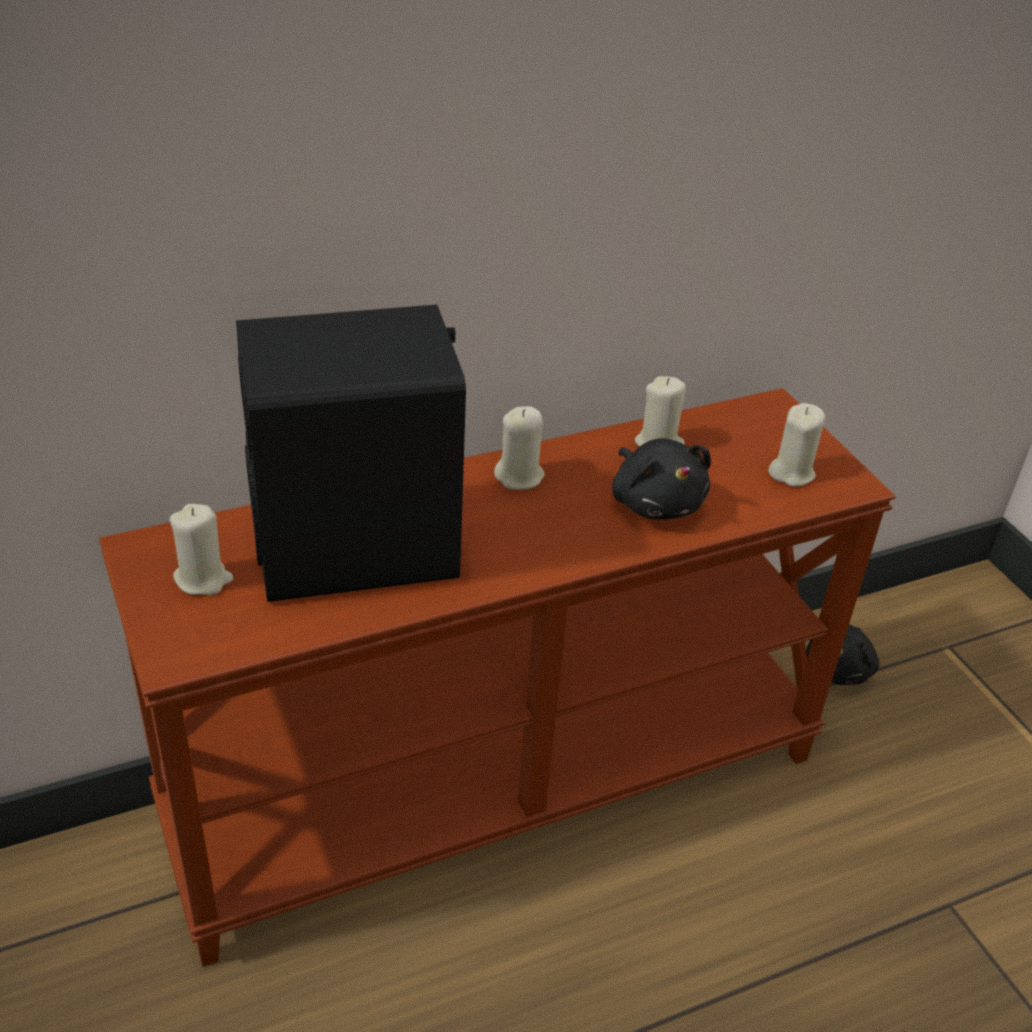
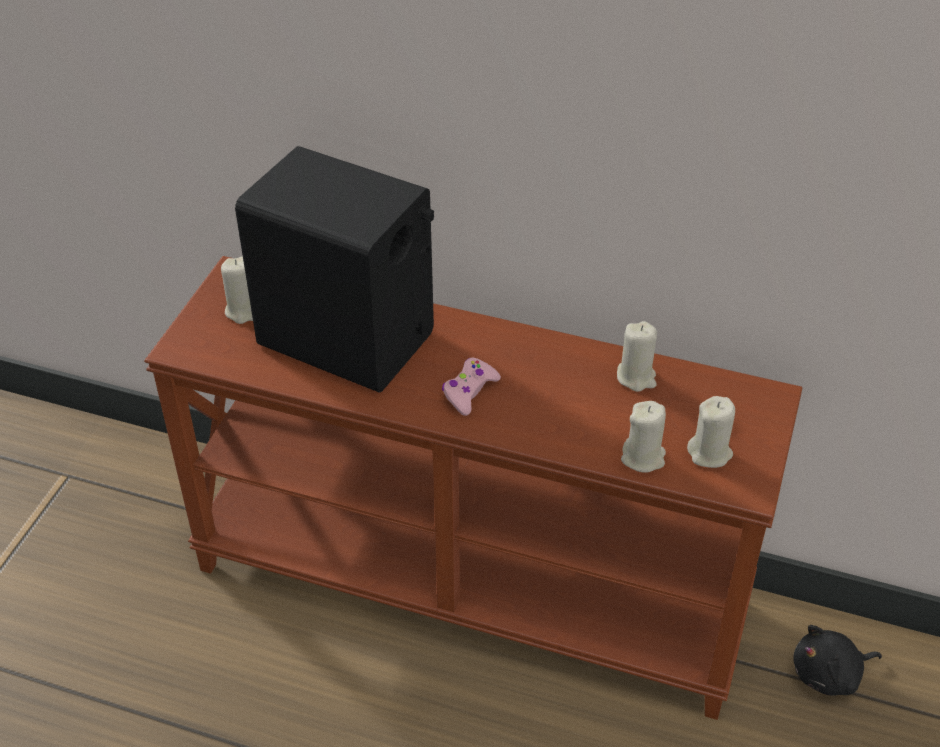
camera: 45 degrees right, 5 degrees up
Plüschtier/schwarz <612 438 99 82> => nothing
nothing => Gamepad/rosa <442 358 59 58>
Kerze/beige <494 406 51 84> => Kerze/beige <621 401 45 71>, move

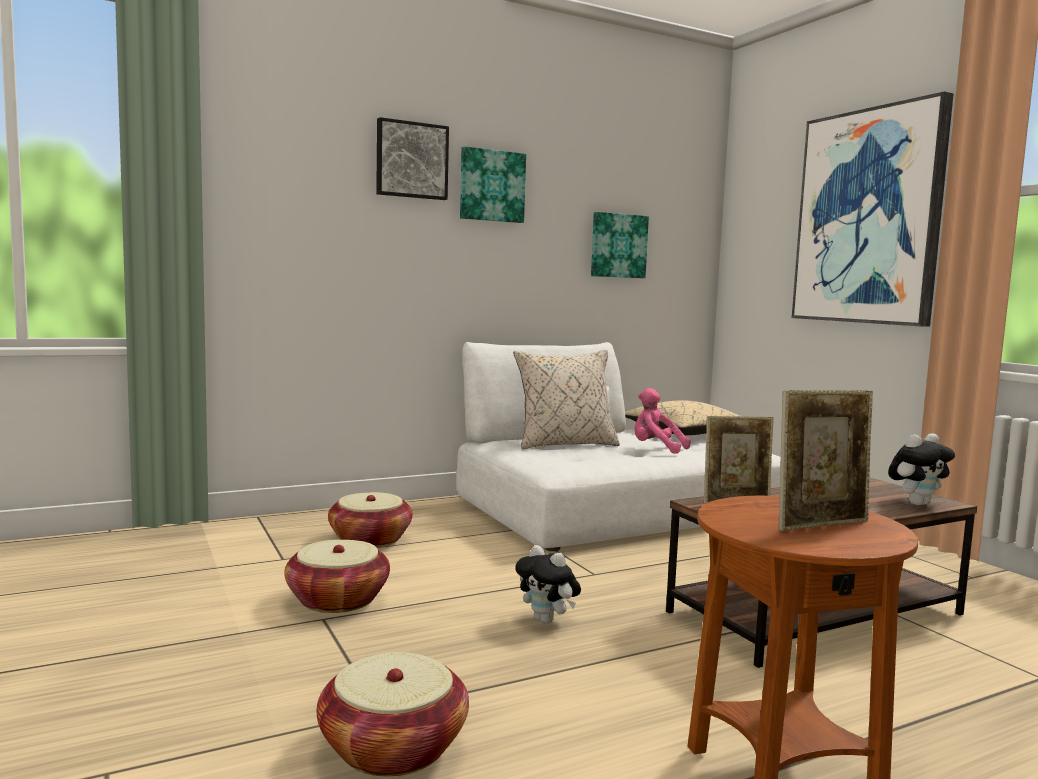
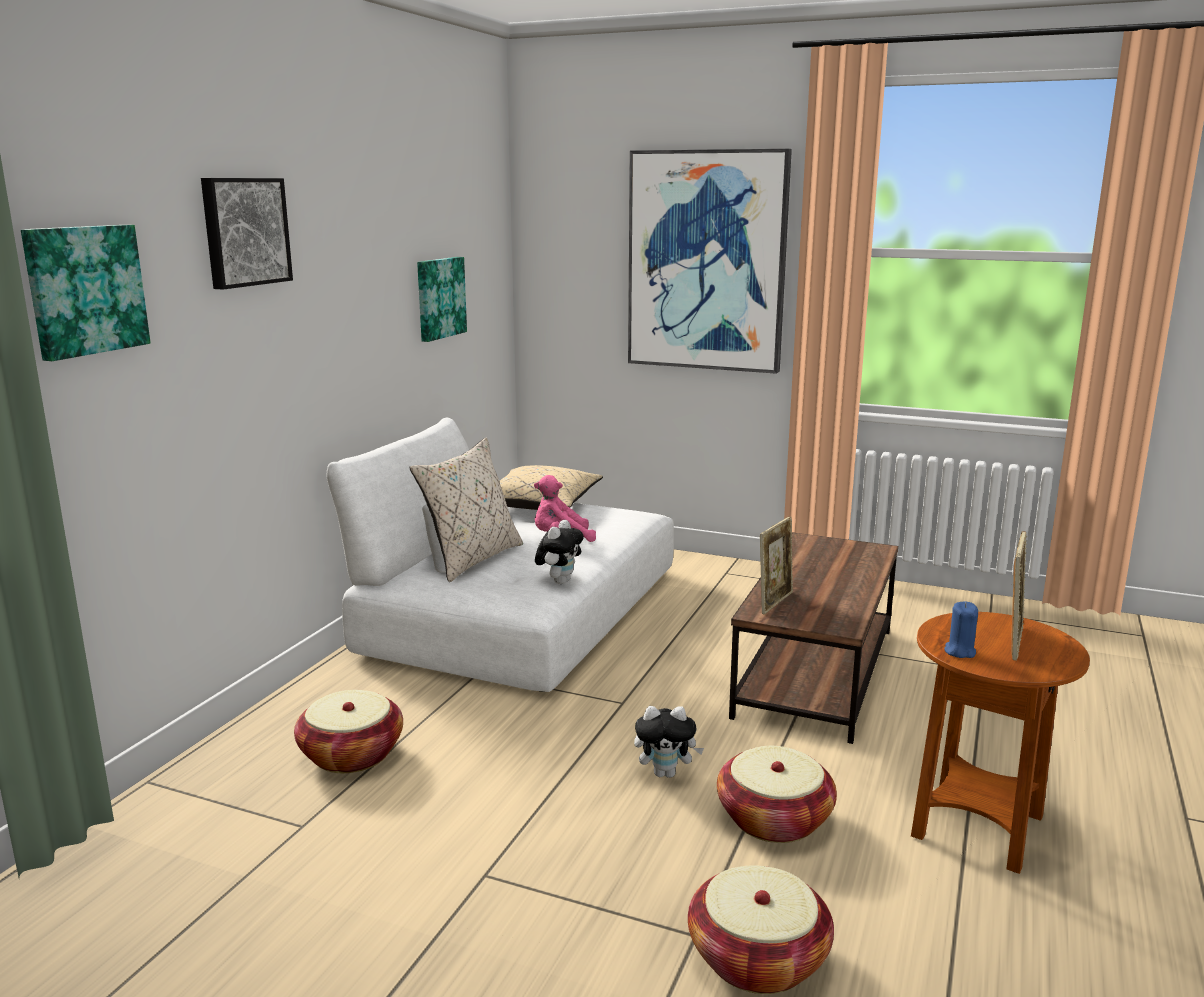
camera: 40 degrees left, 10 degrees up
nothing => Kerze/blau <944 601 34 57>
Korb <284 540 106 73> => Korb <717 746 120 97>, move
Bild <460 146 66 77> => Bild <21 225 130 136>, move
Plüschtier <888 433 67 72> => Plüschtier <535 520 49 64>, move

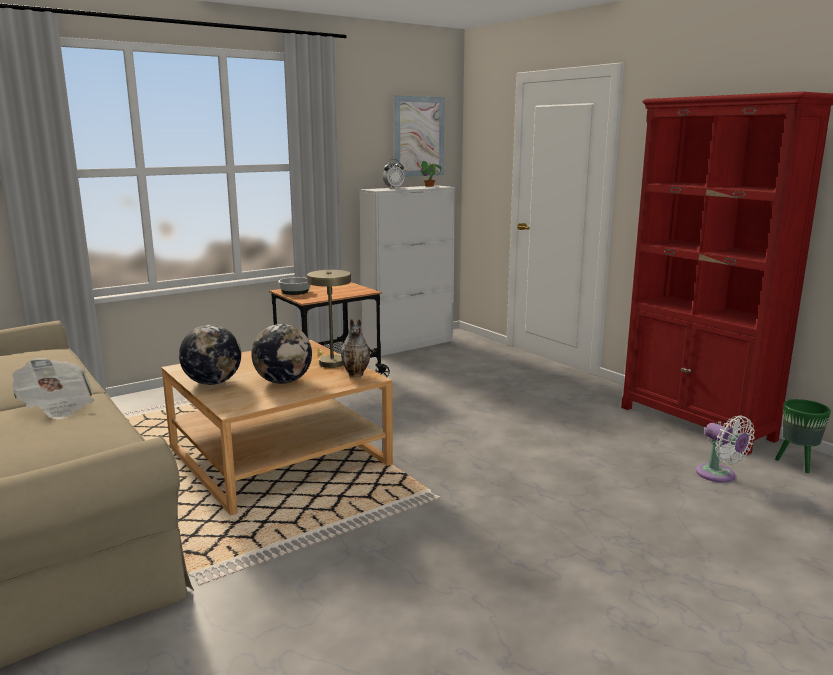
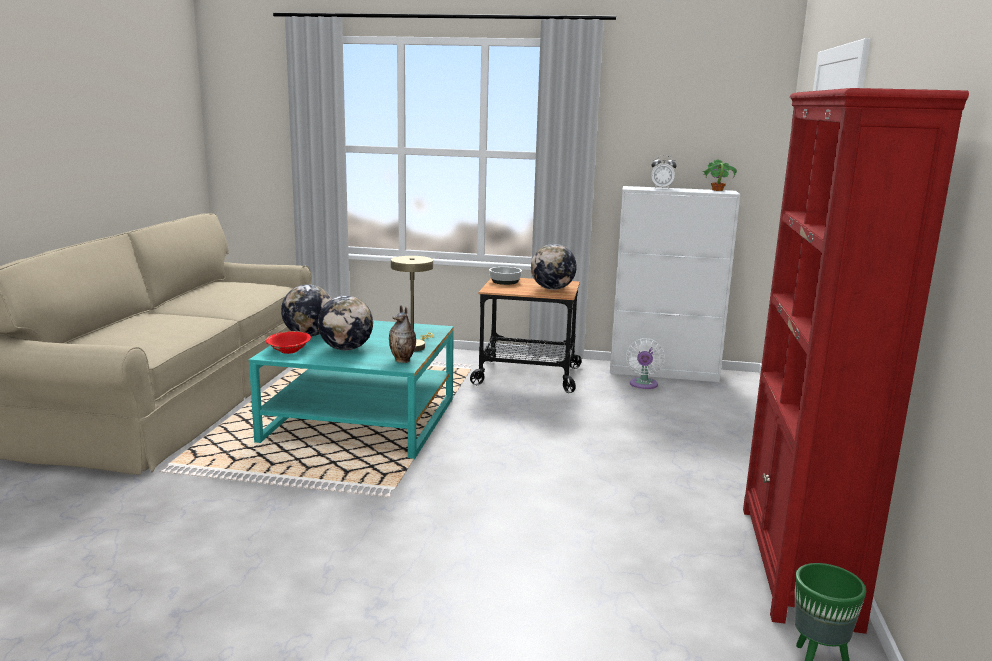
camera: 45 degrees right, 0 degrees up
Zeitung <12 358 82 61> => nothing
Bild <394 95 50 82> => nothing
nothing => Schüssel/rot <265 331 46 23>
nothing => Globus <531 244 46 46>
Ventilator/weiß <696 415 59 68> => Ventilator/weiß <626 338 39 51>, move
Couchtisch/beige <161 340 232 176> => Couchtisch/türkis <249 320 205 140>

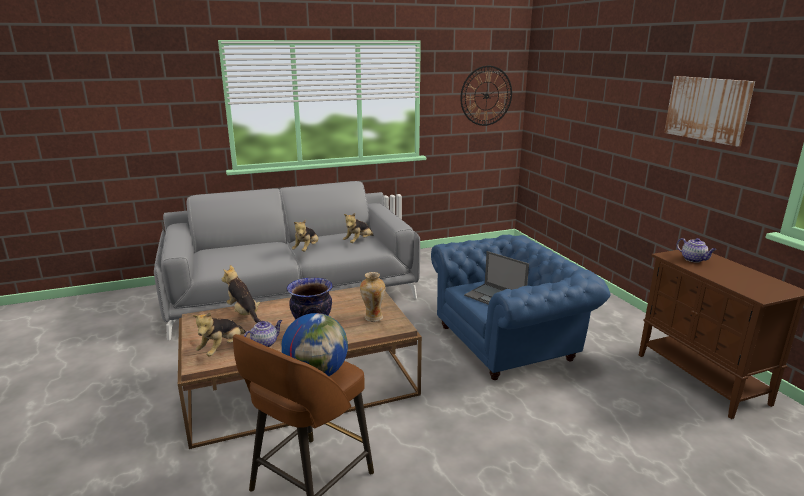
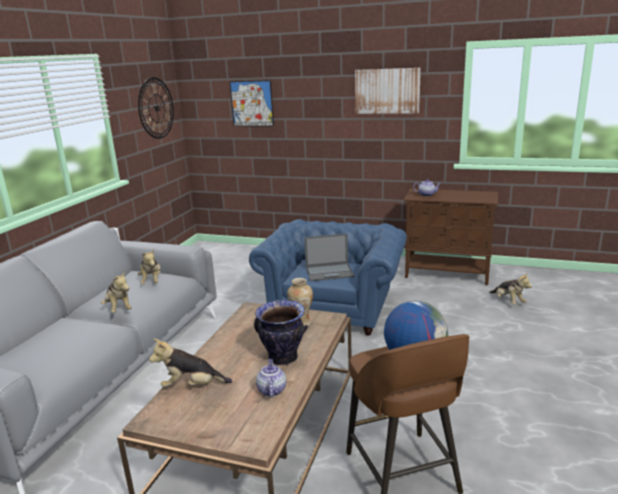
camera: 50 degrees left, 0 degrees up
nothing => Bild <230 80 44 46>
Plüschtier <192 312 54 44> => Plüschtier <489 273 43 32>, move

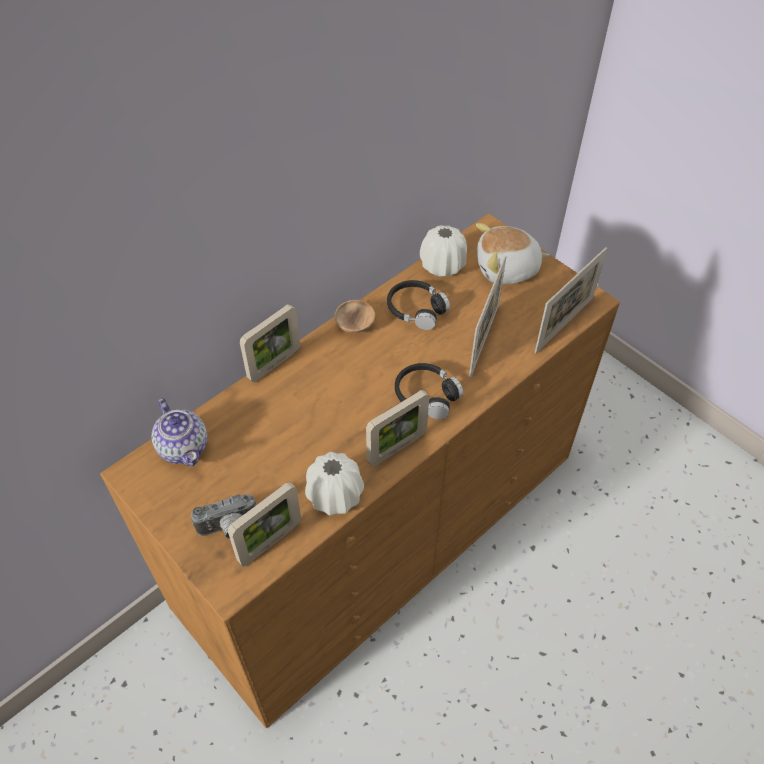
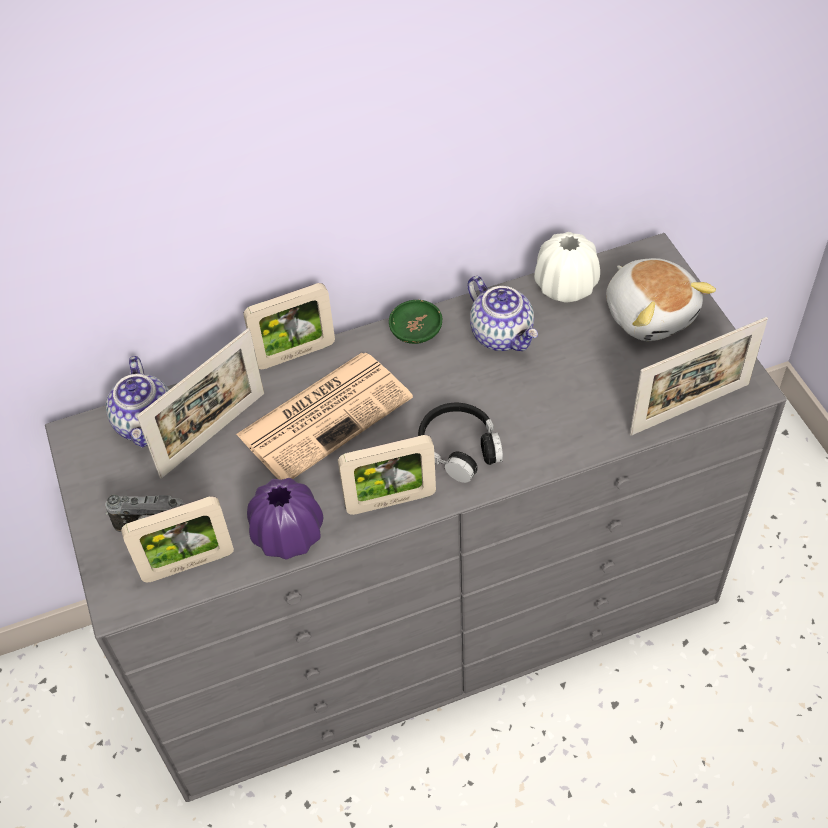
camera: 25 degrees right, 0 degrees up
nothing => Zeitung <236 353 177 127>
Bilderrahmen <469 256 38 122> => Bilderrahmen <137 328 127 151>, move
Kopfhörer/schwarz <387 280 63 50> => Teekanne <468 276 70 75>
Kommode/braun <100 214 520 514> => Kommode/grau <45 233 742 569>
Vase/weiß <305 452 59 64> => Vase/lila <247 478 76 82>
Schüssel/braun <334 300 41 33> => Schüssel/grün <389 300 53 44>
Plüschtier <476 223 73 61> => Plüschtier <606 258 110 83>, 135 degrees counterclockwise

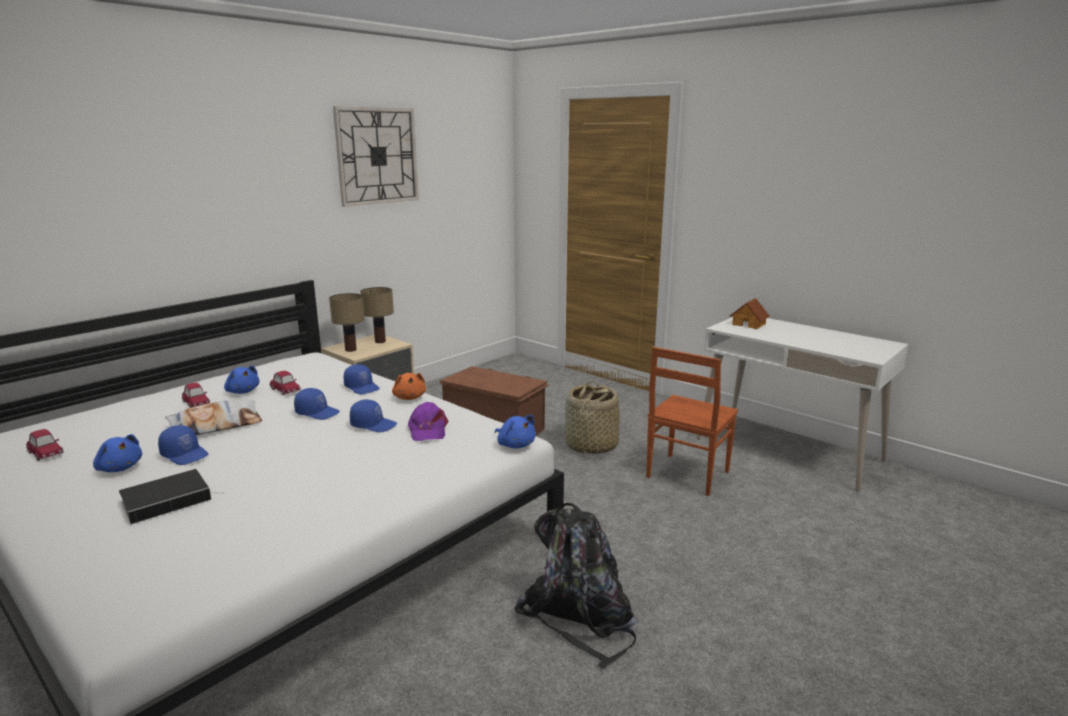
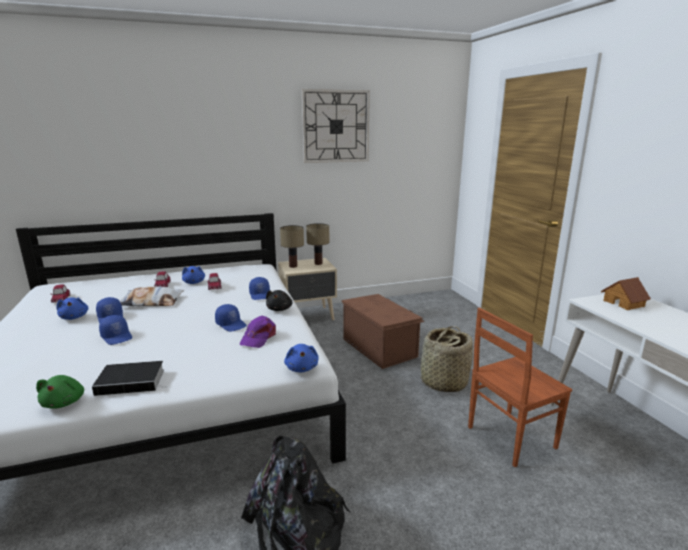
camera: 30 degrees right, 0 degrees up
nothing => Plüschtier/grün <36 375 48 34>
Buch <119 469 106 55> => Buch <92 361 73 35>, move
Kappe/blau <294 388 46 32> => Kappe/blau <99 315 33 30>, move
Plüschtier/orange <392 373 34 27> => Plüschtier/schwarz <266 290 27 21>

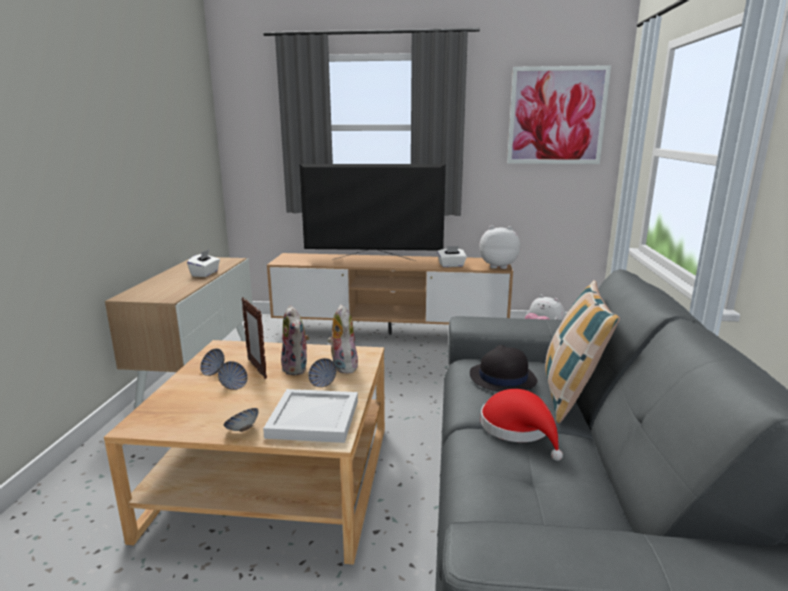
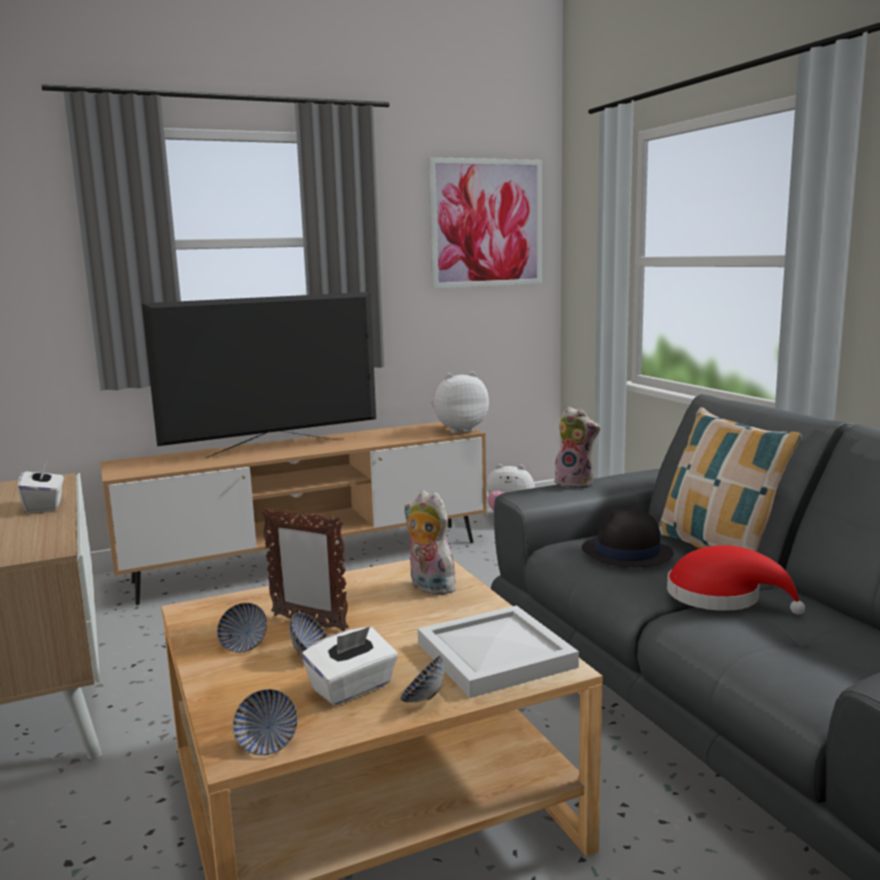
camera: 30 degrees left, 5 degrees down
Plüschtier <281 305 29 70> => Plüschtier <554 406 46 83>, move
Schüssel <308 358 28 29> => Schüssel <233 689 65 66>, move
Taschentuchbox/weiß <437 246 30 21> => Taschentuchbox/weiß <302 627 96 79>, move

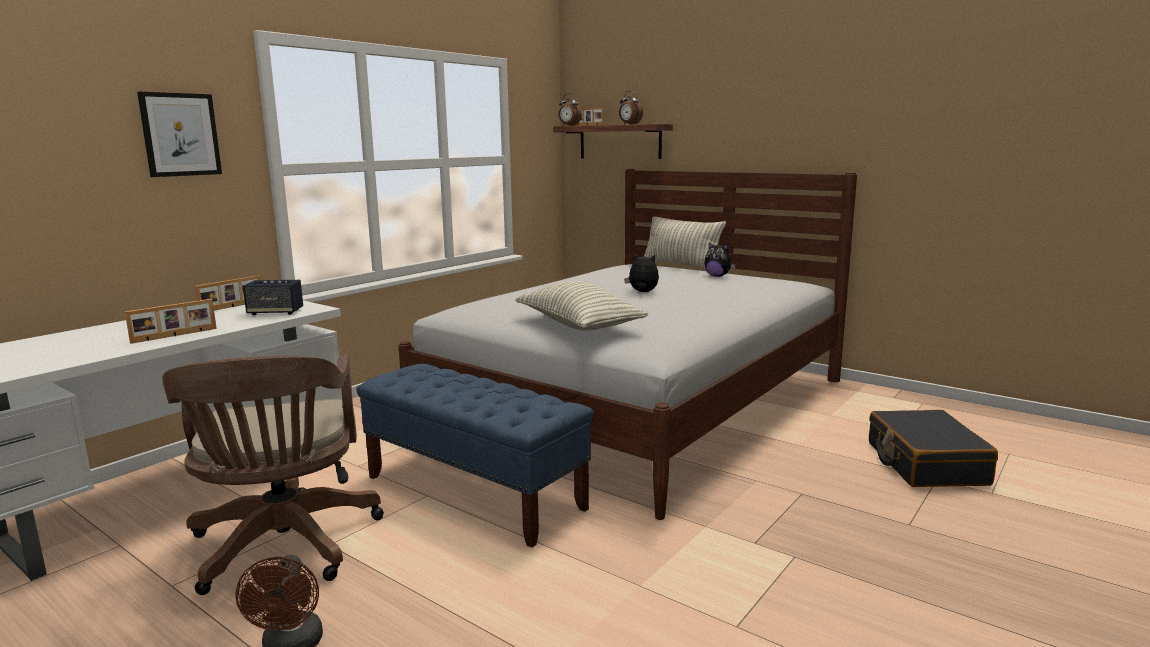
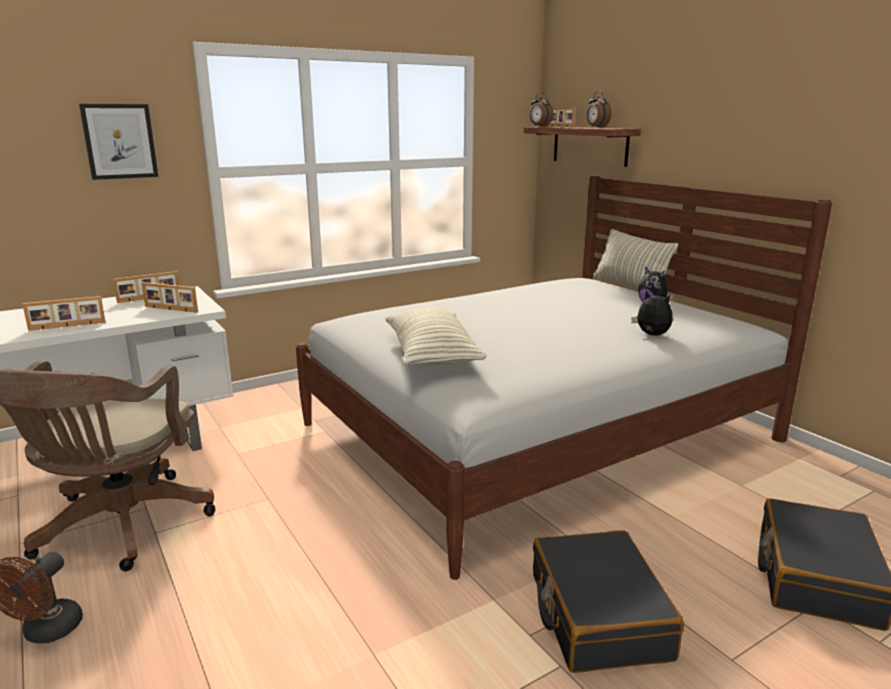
camera: 20 degrees right, 5 degrees up
Bank/blau <357 364 237 184> => nothing
nothing => Koffer/schwarz <533 530 151 143>
Plüschtier <624 254 35 38> => Plüschtier <631 290 42 46>, move
Lautsprecher <243 280 60 35> => Bilderrahmen <141 282 57 31>

